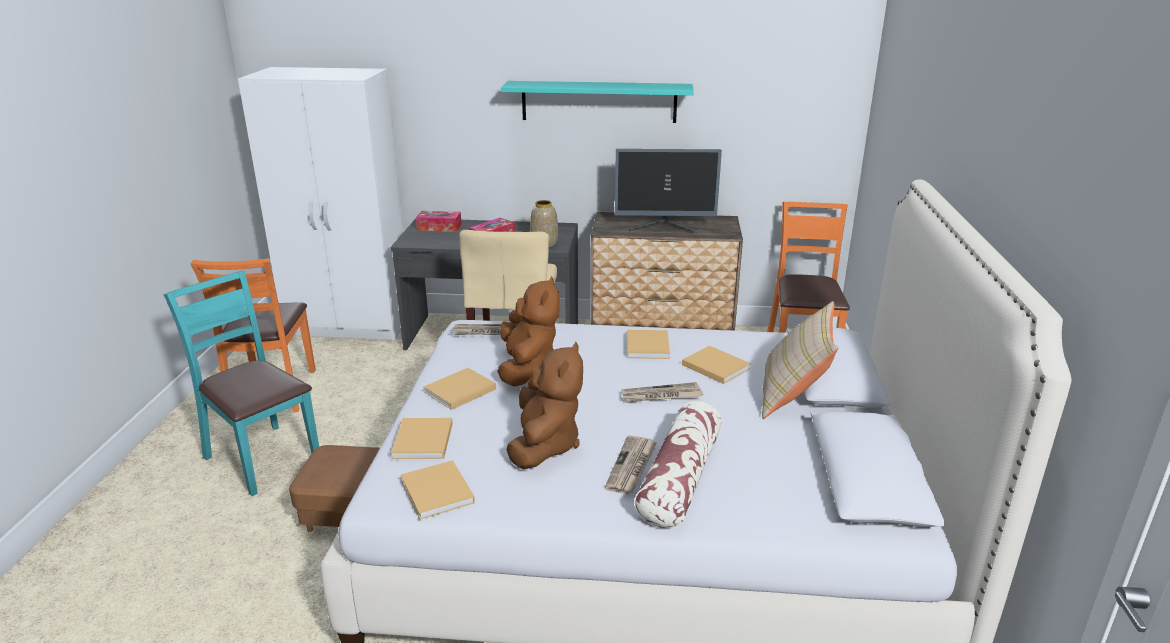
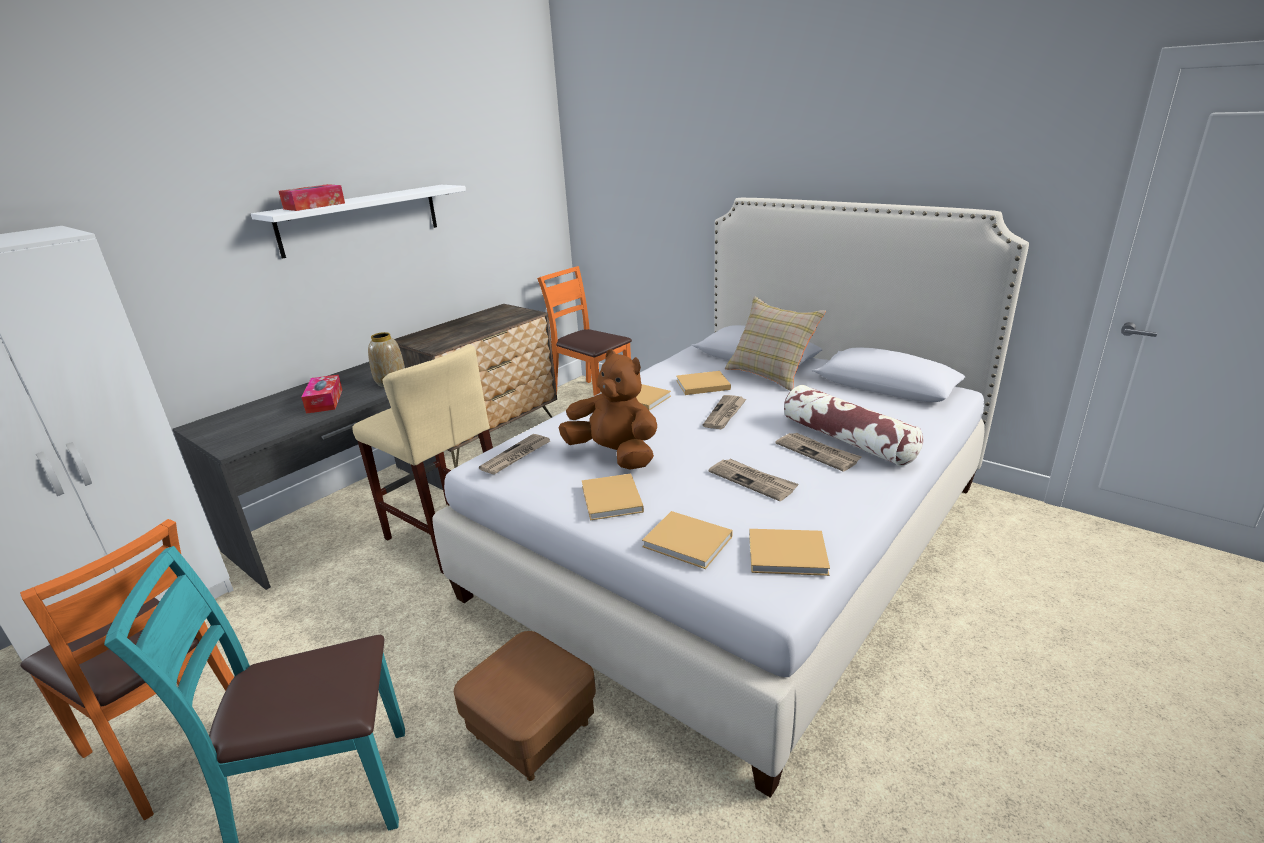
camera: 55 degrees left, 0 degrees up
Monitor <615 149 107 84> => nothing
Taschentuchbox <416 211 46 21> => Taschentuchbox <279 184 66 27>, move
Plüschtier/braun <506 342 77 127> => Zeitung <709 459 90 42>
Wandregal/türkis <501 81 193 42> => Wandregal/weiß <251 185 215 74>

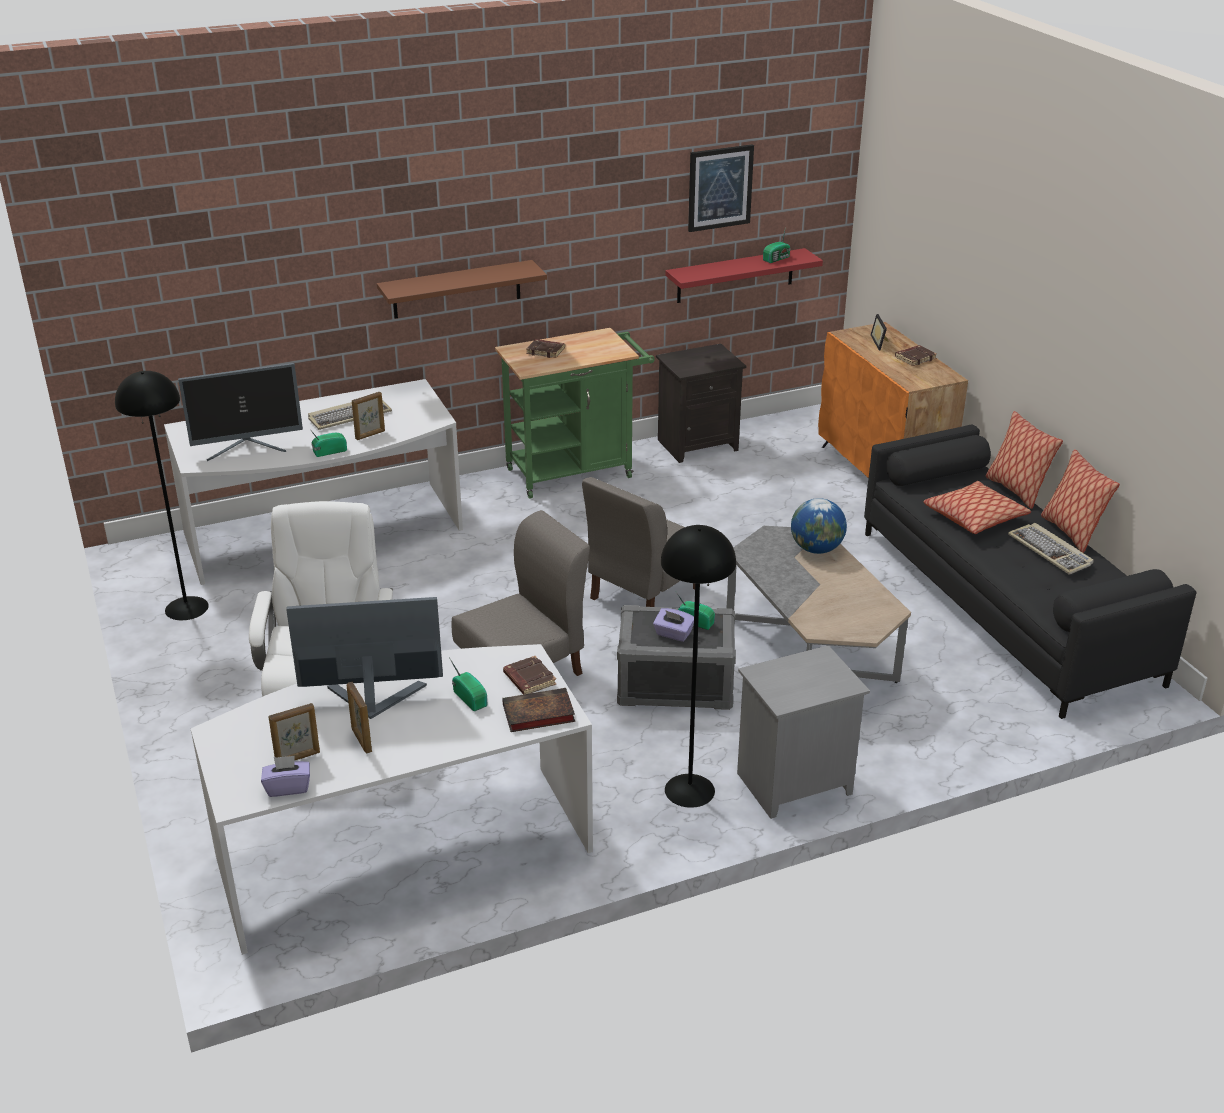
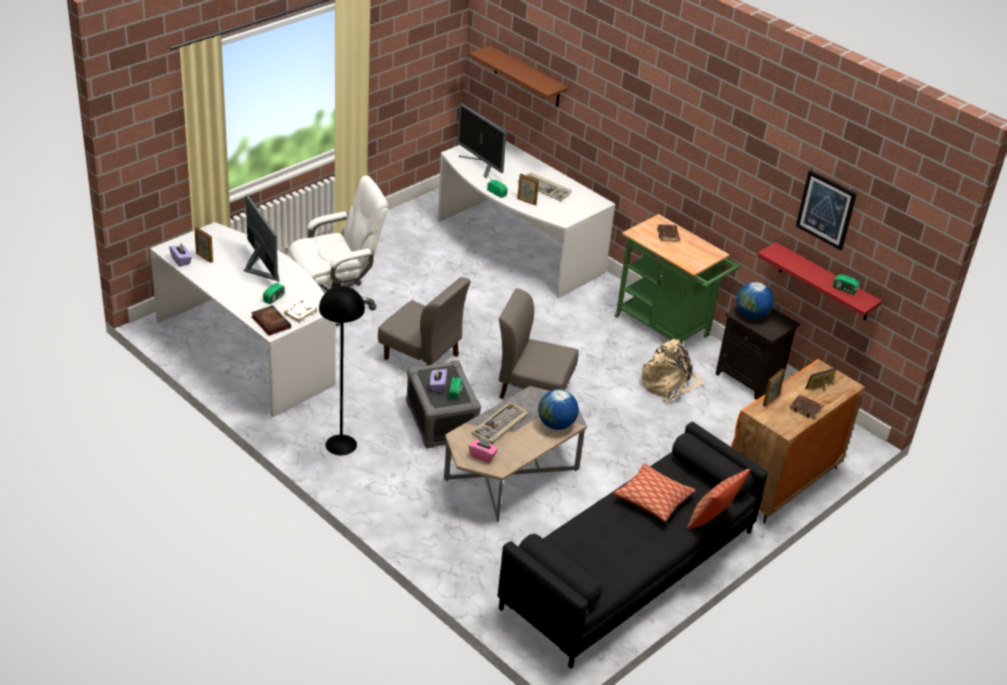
camera: 65 degrees right, 5 degrees up
Stehlampe/schwarz <115 371 94 249> => nothing
Nachttisch/grau <737 645 133 174> => nothing
Kissen <1041 449 79 104> => nothing
nothing => Taschentuchbox/rosa <469 438 29 25>
nothing => Rucksack/beige <641 339 64 63>
nothing => Globus <736 282 38 37>
Bilderrahmen <347 681 25 72> => Bilderrahmen <763 369 22 38>, move
Wandregal/braun <377 260 170 58> => Wandregal/braun <469 46 99 61>, move
Tastatur <1008 523 86 52> => Tastatur <471 402 58 42>, move
Buch/braun <503 656 53 39> => Buch/weiß <284 300 33 23>

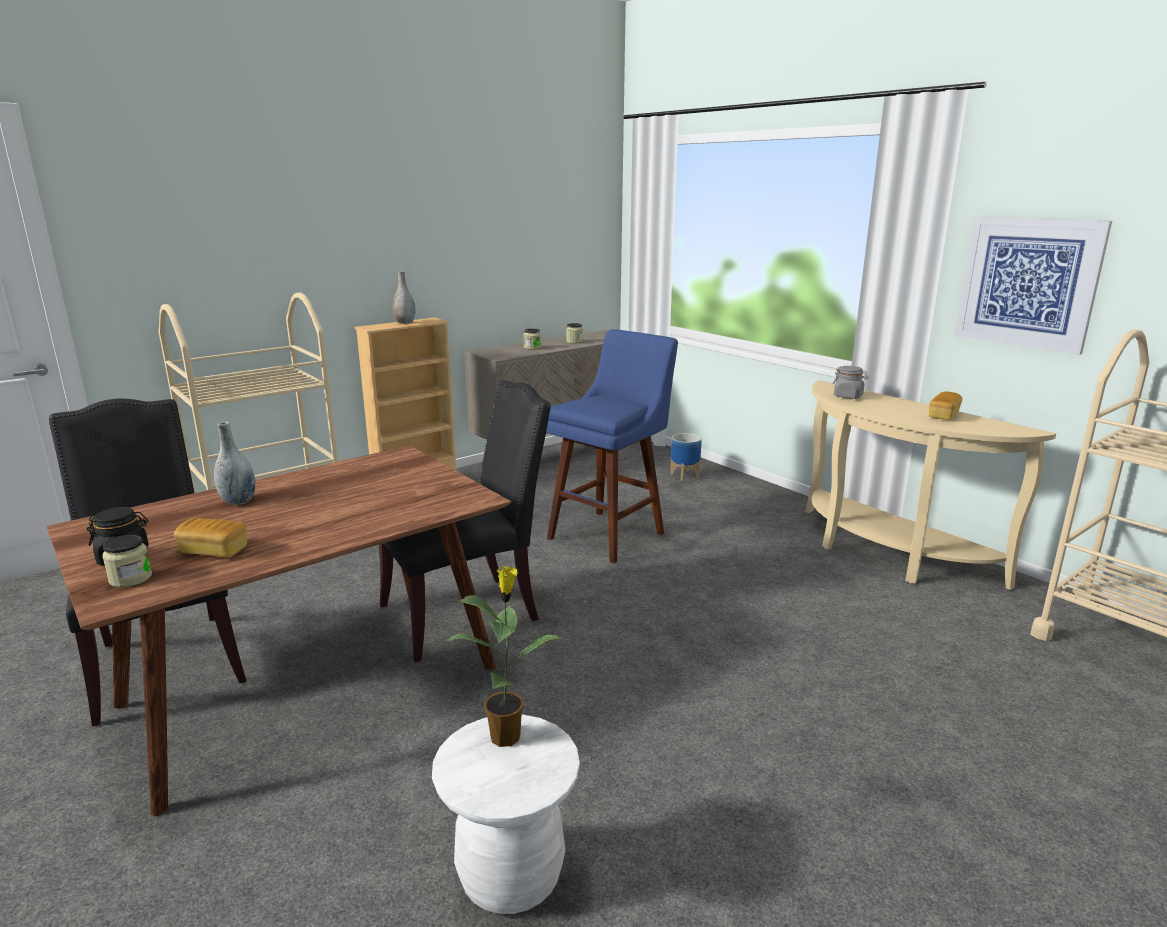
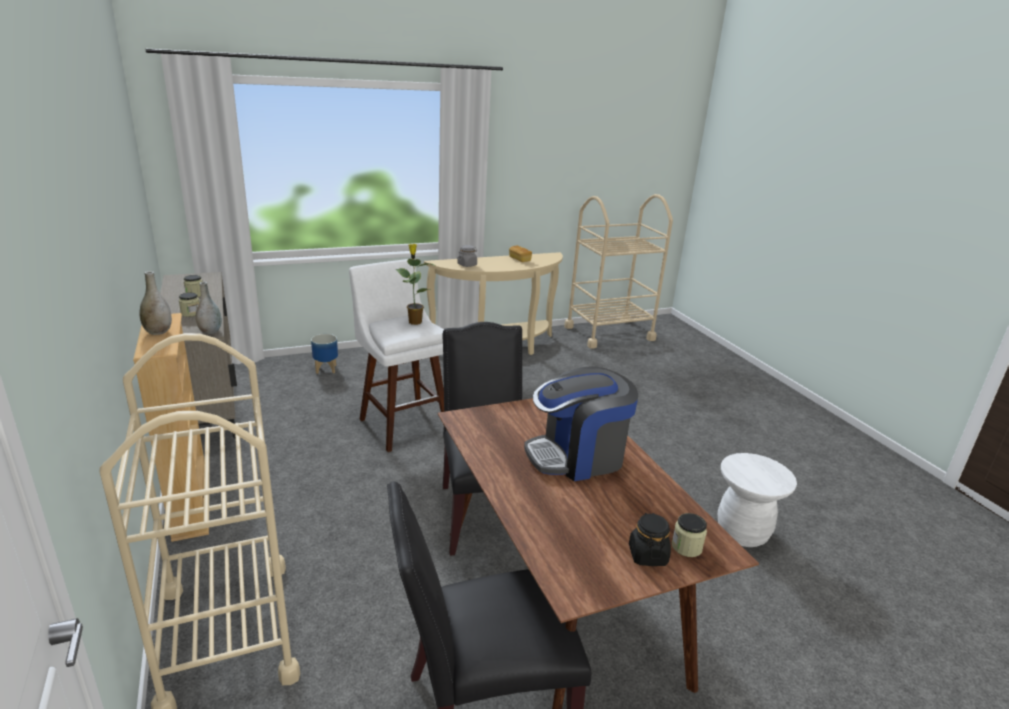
camera: 75 degrees left, 5 degrees up
Brot <174 518 73 40> => nothing
Bild <955 216 157 139> => nothing
nothing => Kaffeemaschine <524 367 114 114>
Vase/grau <214 422 42 83> => Vase/grau <196 282 26 52>, move
Topfpflanze <444 566 119 181> => Topfpflanze <395 244 40 81>, move
Hocker/blau <546 329 132 235> => Hocker/weiß <349 259 95 193>

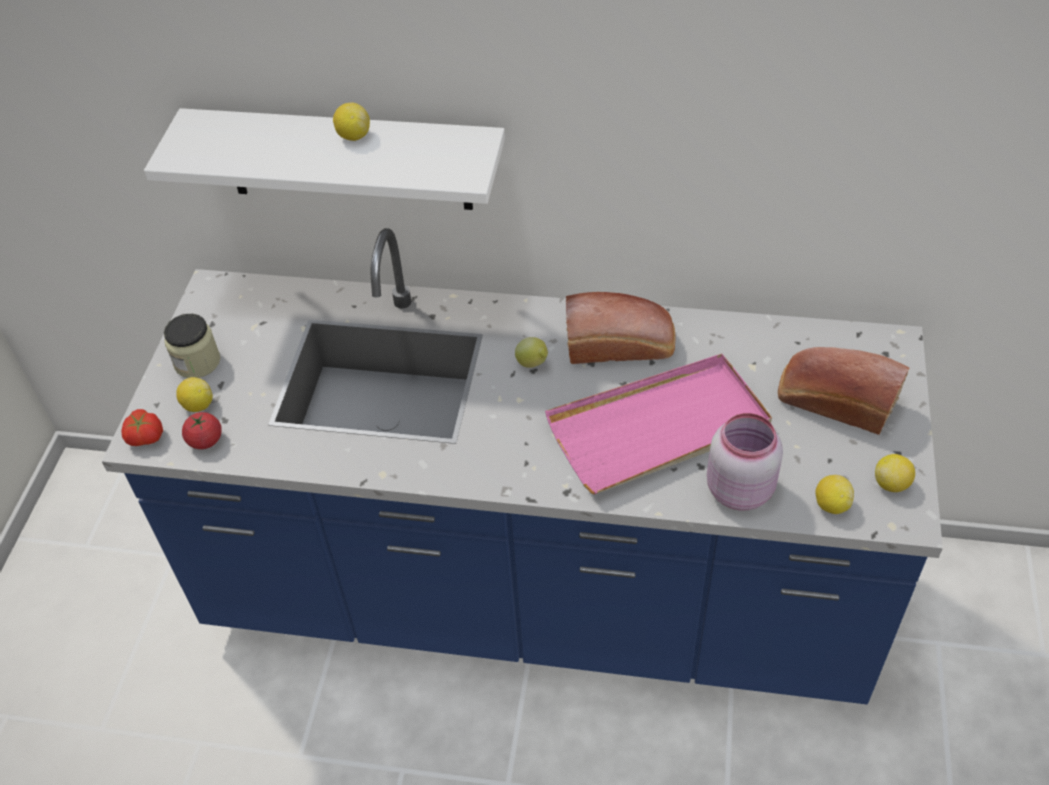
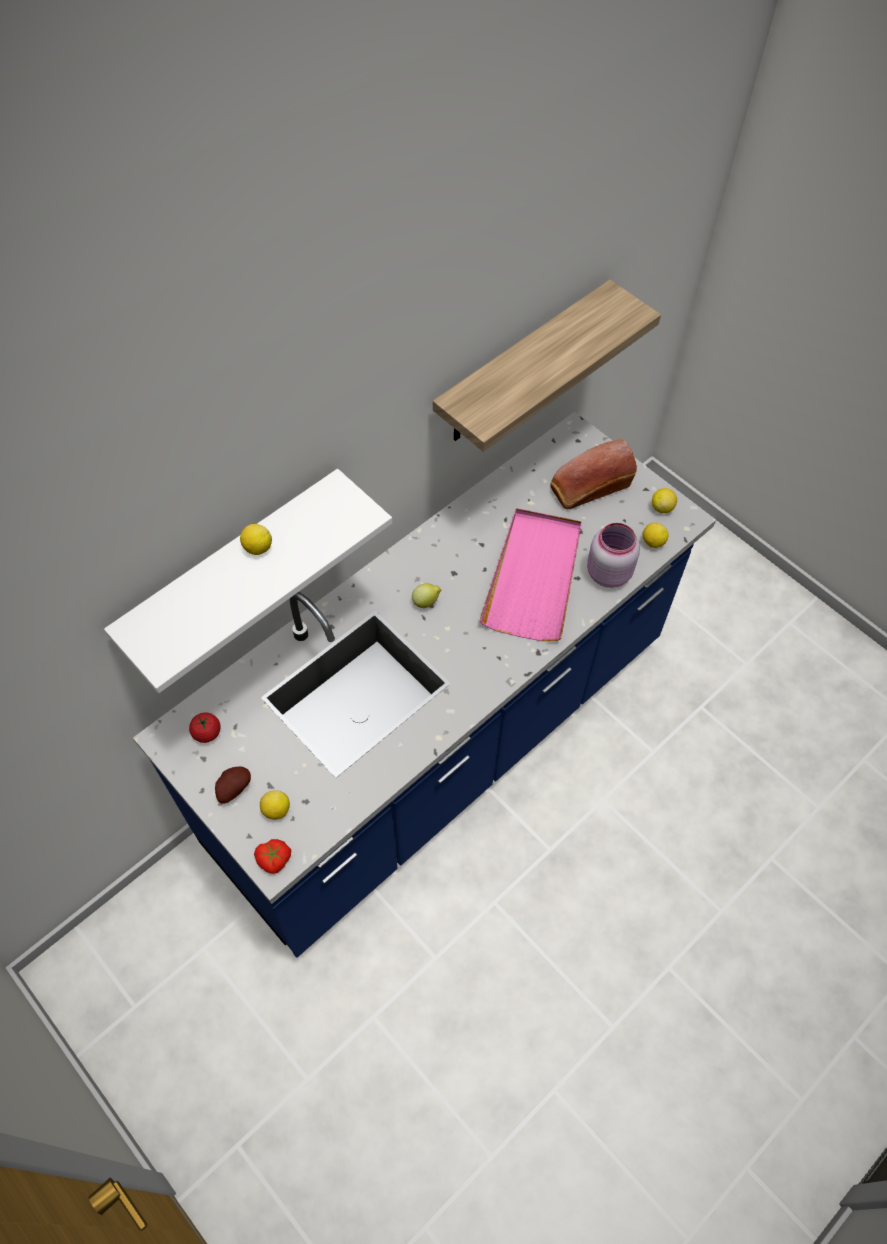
camera: 55 degrees left, 10 degrees up
Brot <566 292 110 72> => nothing
nothing => Wandregal <433 280 228 172>
Tomate <182 412 40 37> => Tomate <189 713 32 30>, move
Vorratsglas <164 314 56 64> => Kartoffel <215 766 36 38>

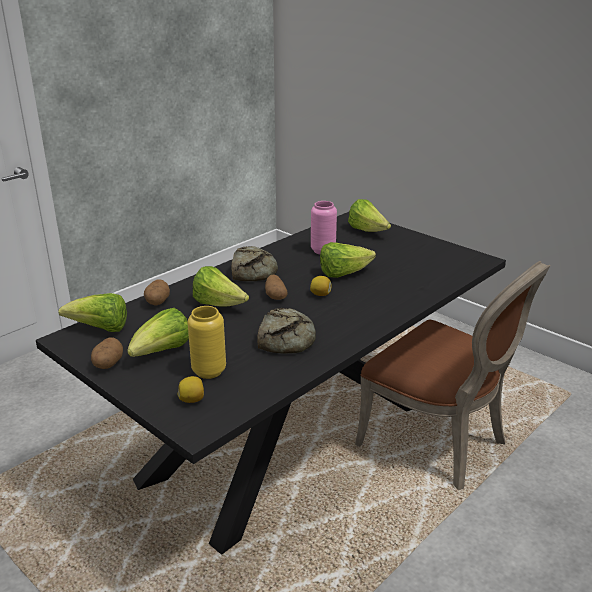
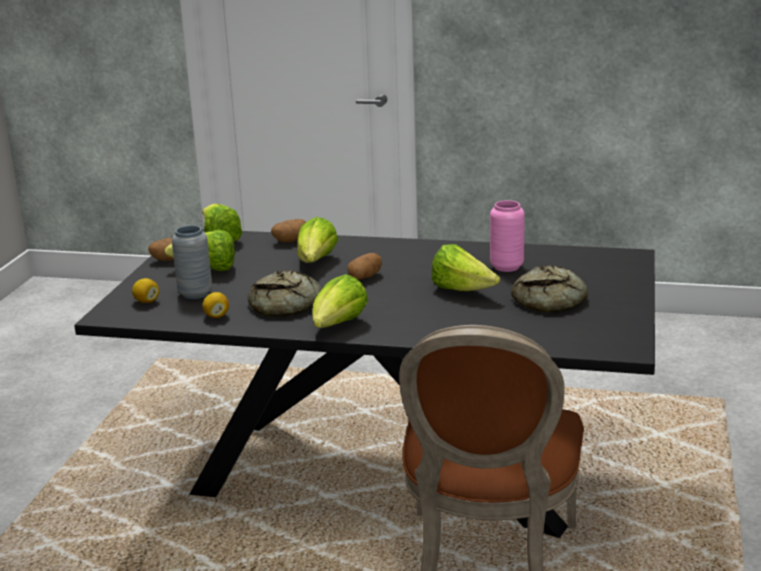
camera: 60 degrees right, 5 degrees down
Brot <232 246 46 35> => Brot <511 265 77 48>, move
Zitrone <310 276 22 20> => Zitrone <202 292 27 26>, move
Salatkopf <348 199 43 33> => Salatkopf <312 274 56 54>, move
Vase/gelb <187 306 39 73> => Vase/grau <172 225 40 74>

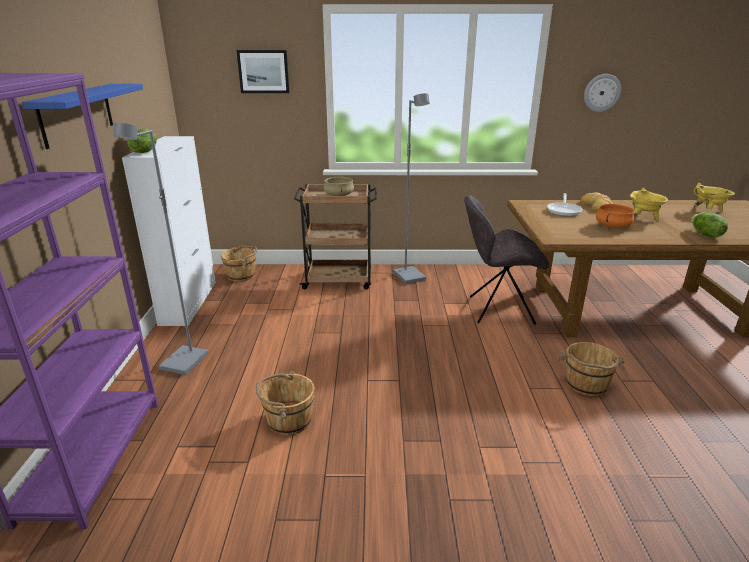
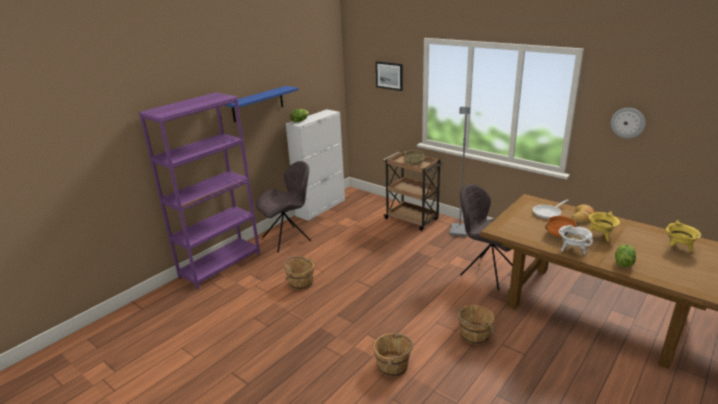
camera: 40 degrees right, 0 degrees up
nothing => Kochtopf/weiß <559 225 34 30>
Eimer/braun <221 246 36 36> => Eimer/braun <374 332 39 45>, move
Stehlampe/grau <113 122 95 253> => Stuhl/grau <255 161 56 92>

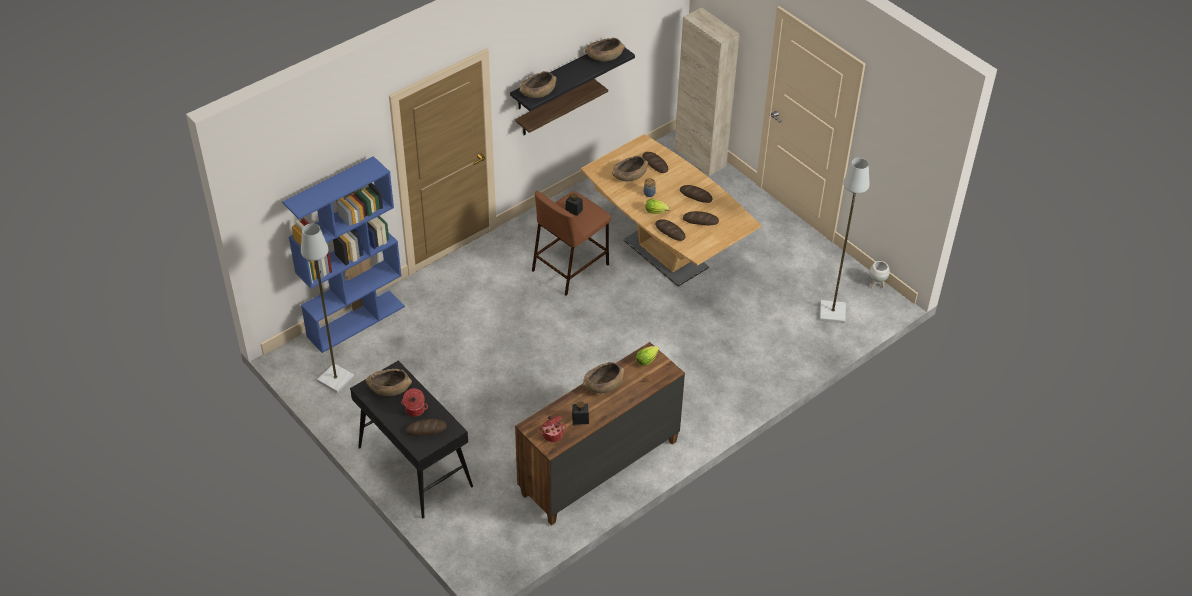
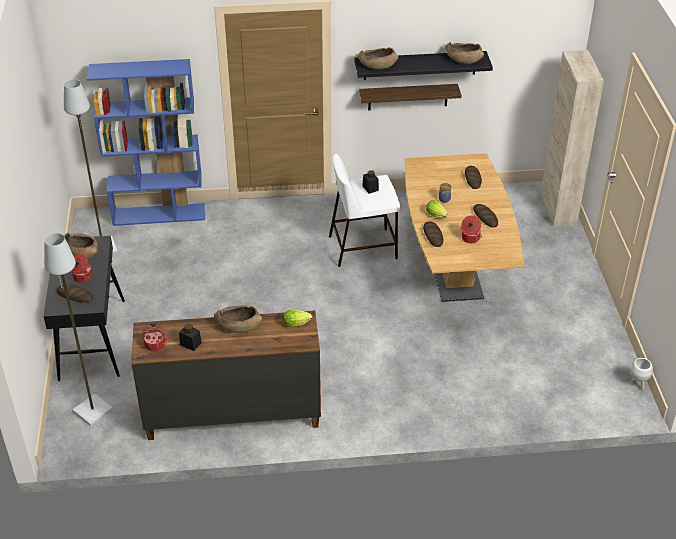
camera: 35 degrees right, 5 degrees down
Schüssel/braun <612 156 36 25> => nothing
Stehlampe/grau <820 158 50 165> => Stehlampe/grau <44 233 69 193>, move
Brot <683 211 36 14> => Kochtopf <461 216 21 27>
Hocker/braun <532 191 79 105> => Hocker/weiß <329 154 71 113>

